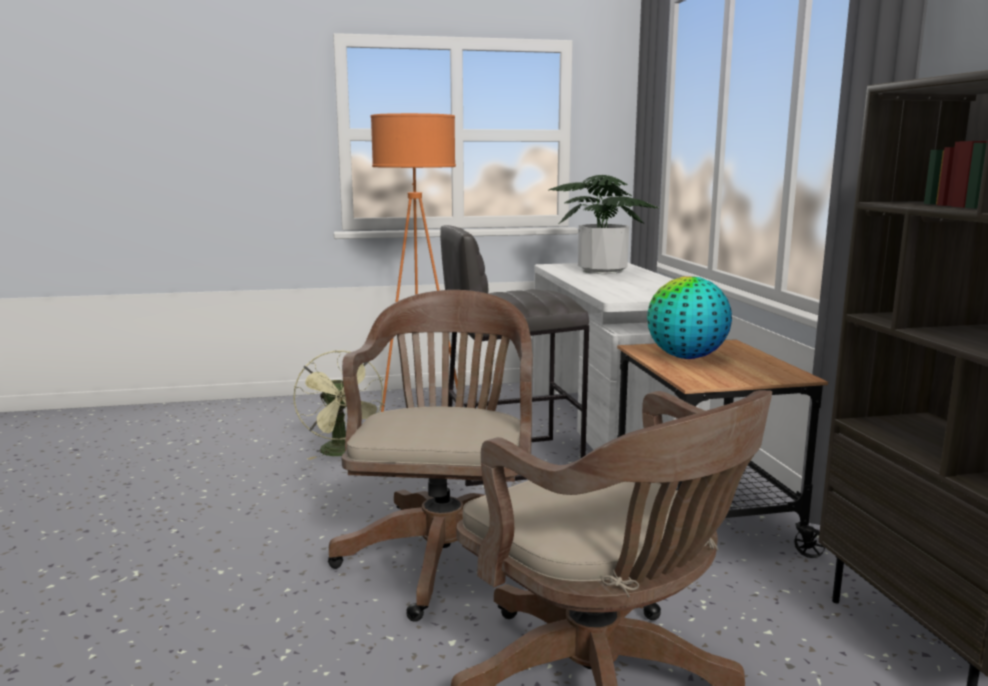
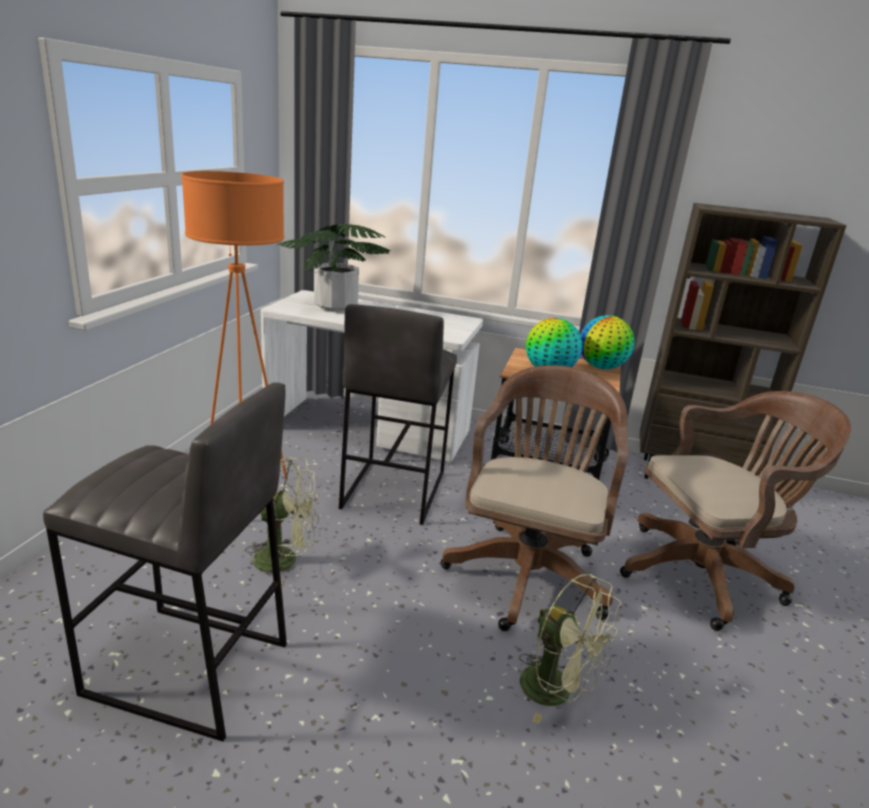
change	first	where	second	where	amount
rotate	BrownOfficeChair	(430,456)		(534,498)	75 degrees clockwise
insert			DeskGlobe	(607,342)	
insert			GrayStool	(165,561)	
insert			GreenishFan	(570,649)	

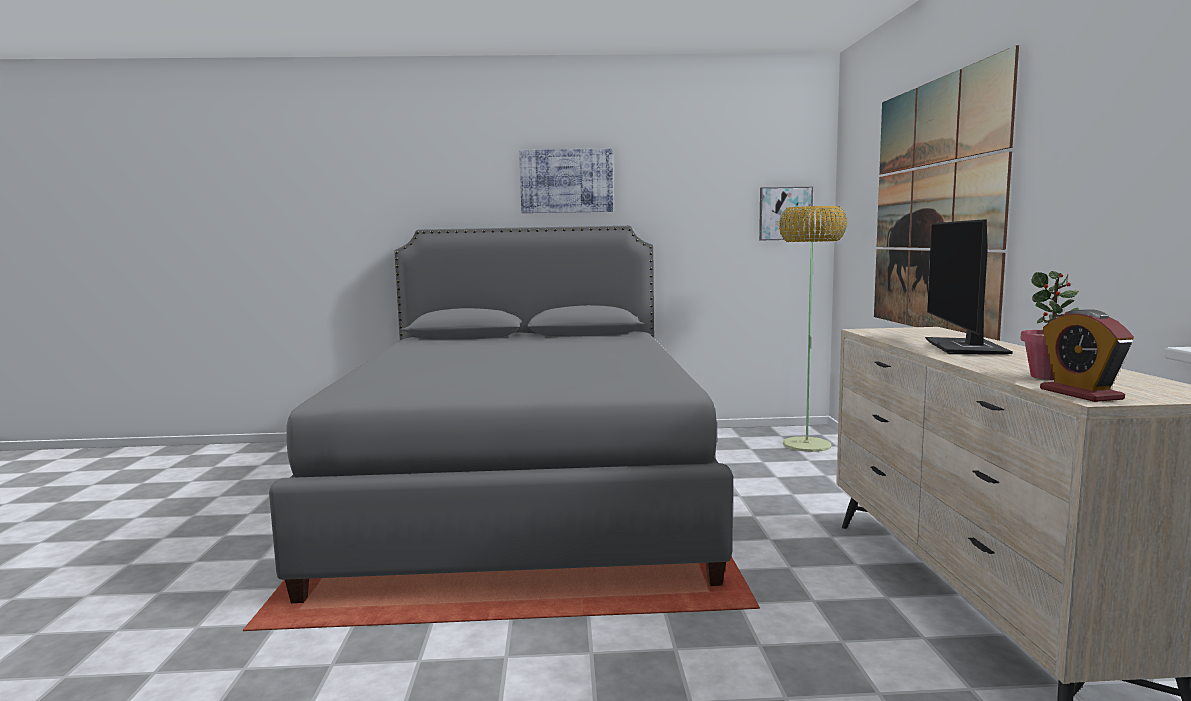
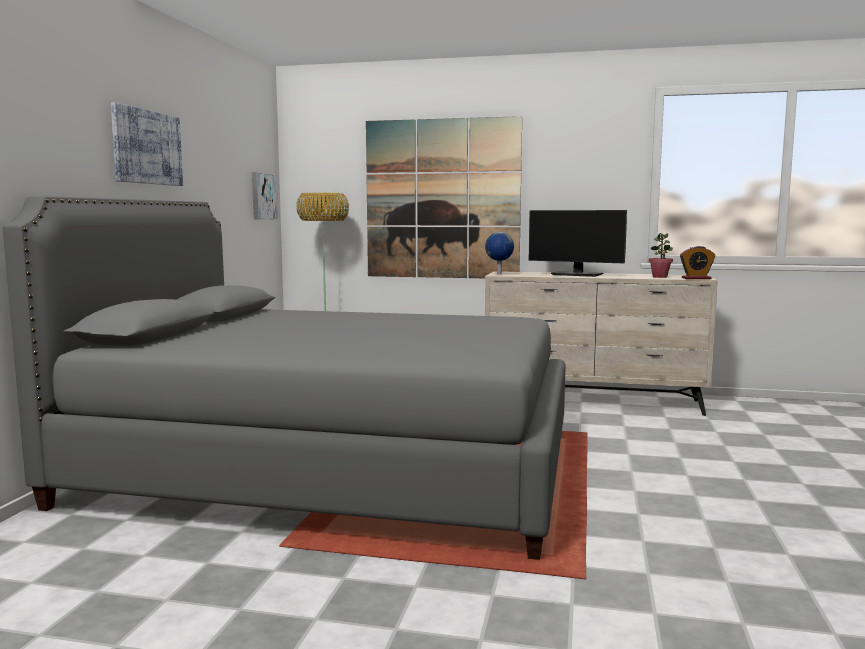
change	first	where	second	where	amount
insert			DeskGlobe	(499,253)	

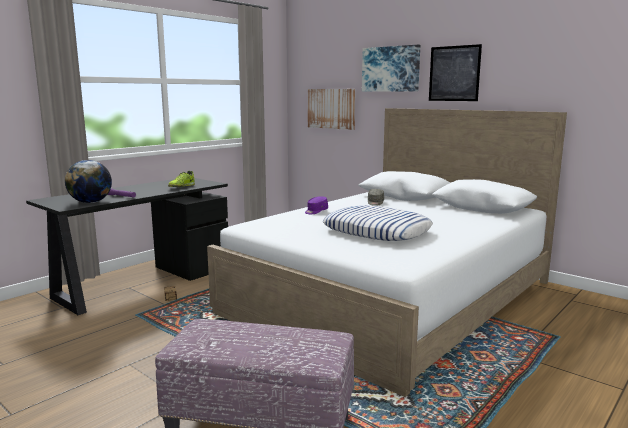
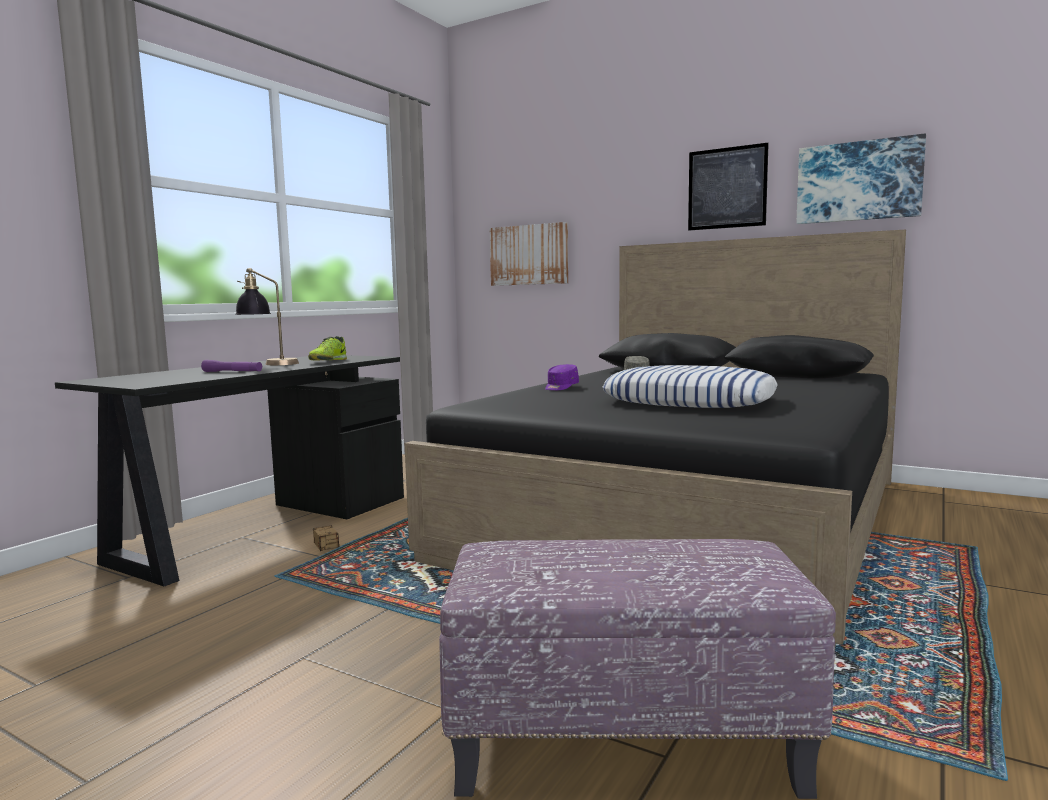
change	first	where	second	where	amount
move	Picture	(391,68)		(861,178)	
recolor	WhiteBedroomBed	(387,252)	BlackColouredBedroomBed	(655,437)	
delete	DeskGlobe	(88,181)			
insert			TableLamp	(267,316)	

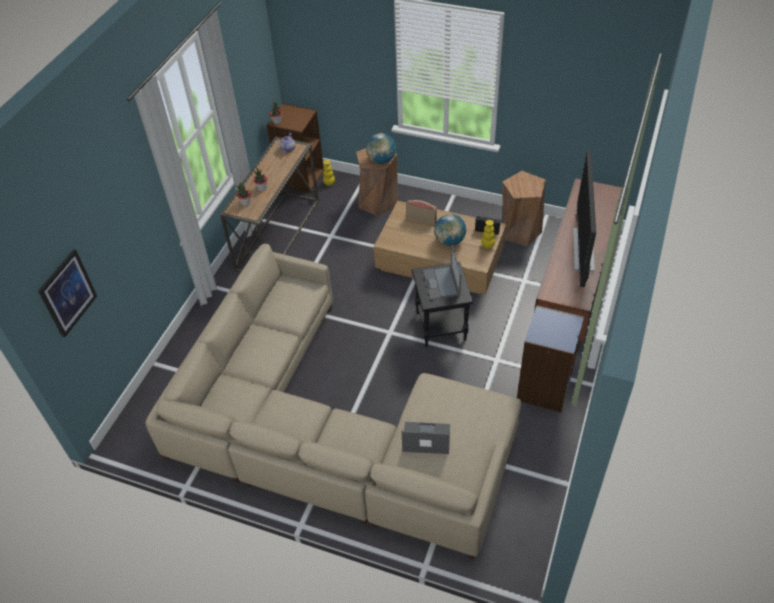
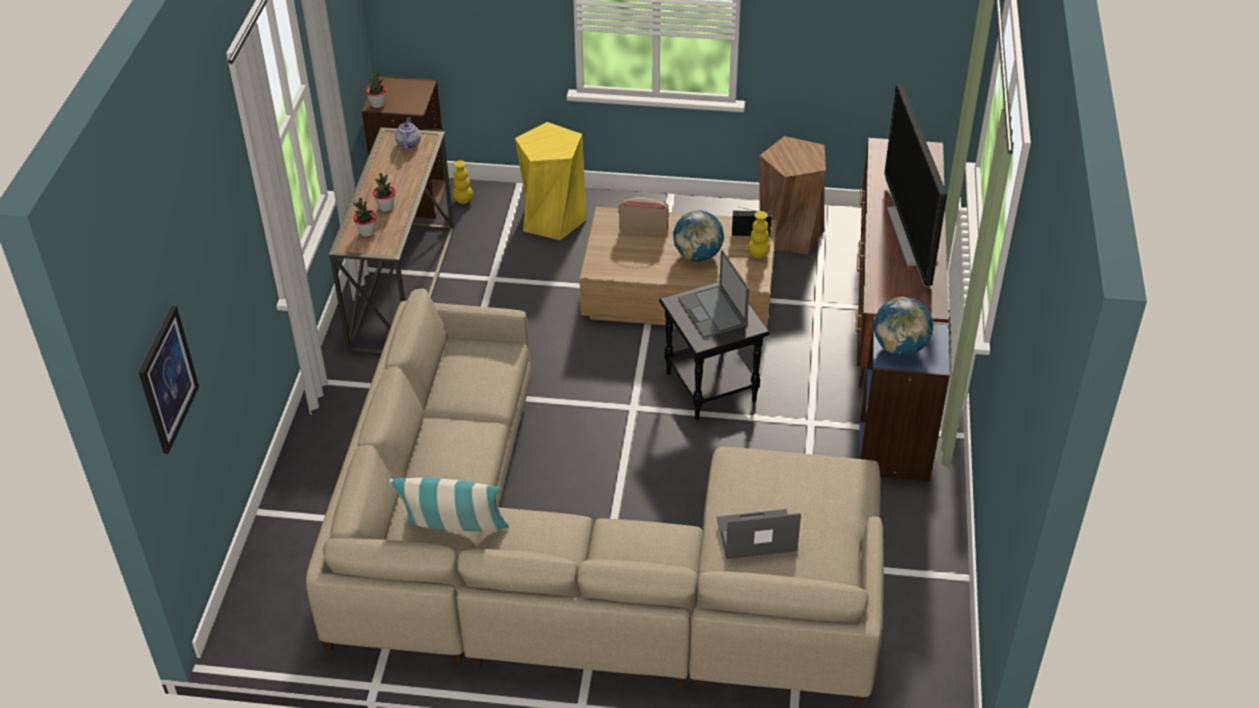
change	first	where	second	where	amount
move	DeskGlobe	(381,148)		(903,326)	
recolor	BrownStool	(377,182)	YellowColouredStool	(551,181)	
insert			ThrowPillow	(449,504)	

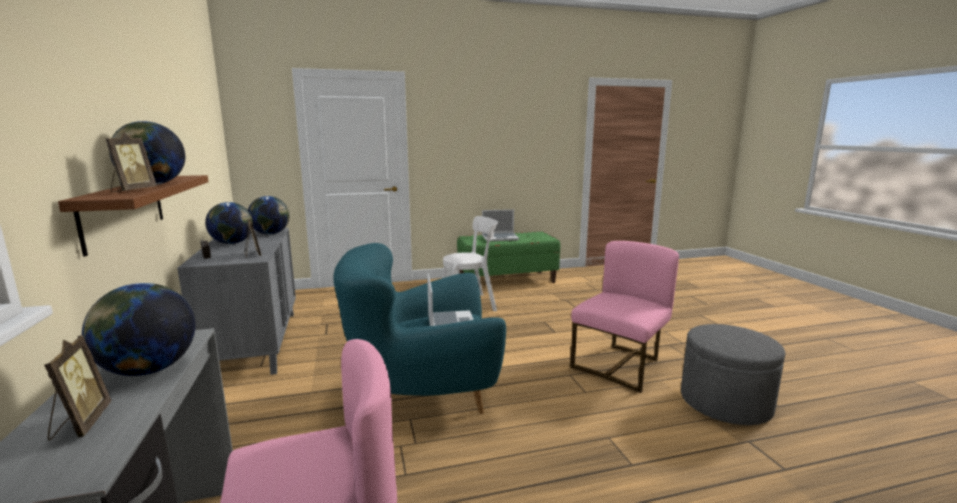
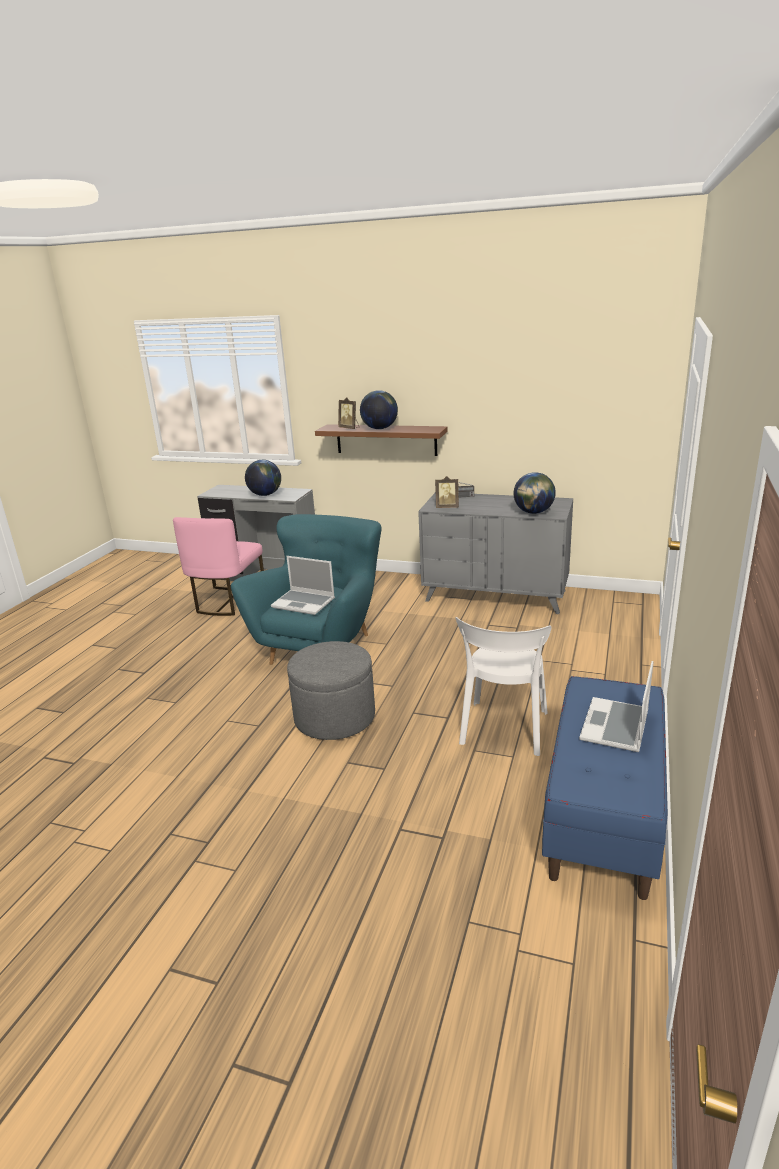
change	first	where	second	where	amount
delete	DeskGlobe	(229,223)			
recolor	GreenishIndoorBench	(508,257)	BlueIndoorBench	(605,788)	
delete	PinkColouredChair	(624,317)			
move	GrayFootrest	(733,374)		(331,690)	
delete	PictureFrame	(77,388)			

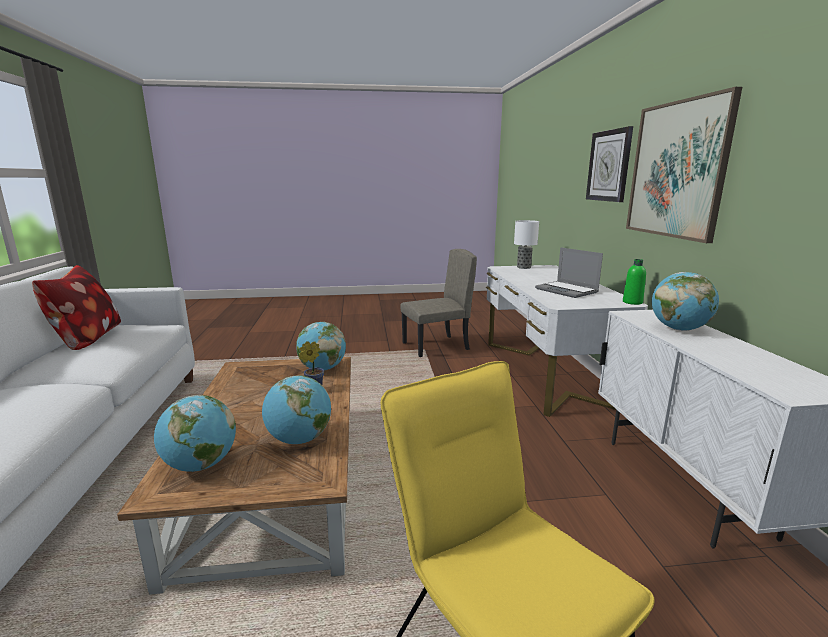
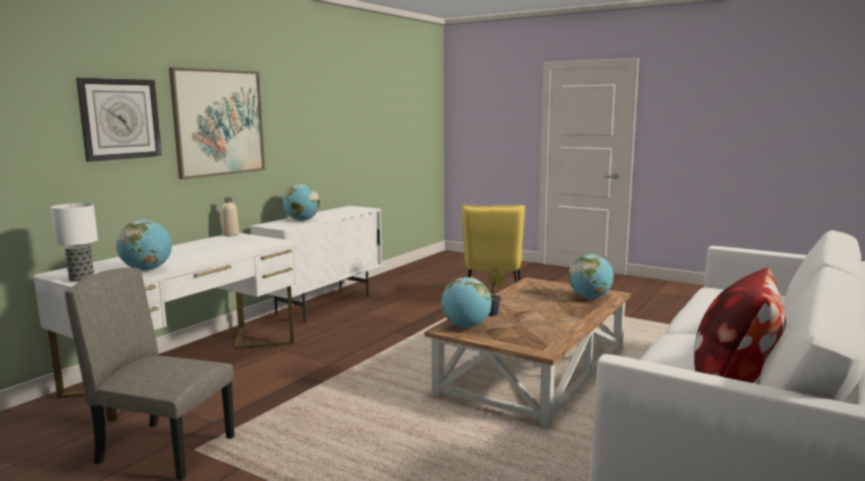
change	first	where	second	where	amount
delete	PortableComputer	(569,272)			
recolor	GreenishBeverageBottle	(634,282)	BeigeBeverageBottle	(230,216)	
move	DeskGlobe	(296,409)		(144,245)	

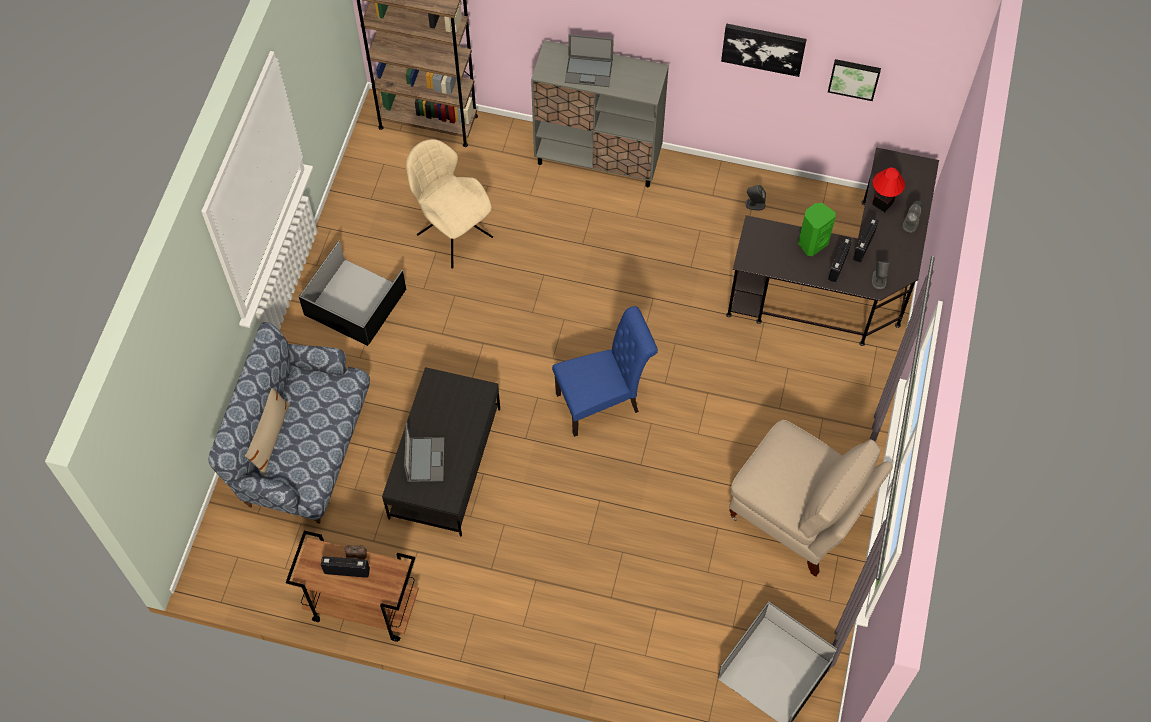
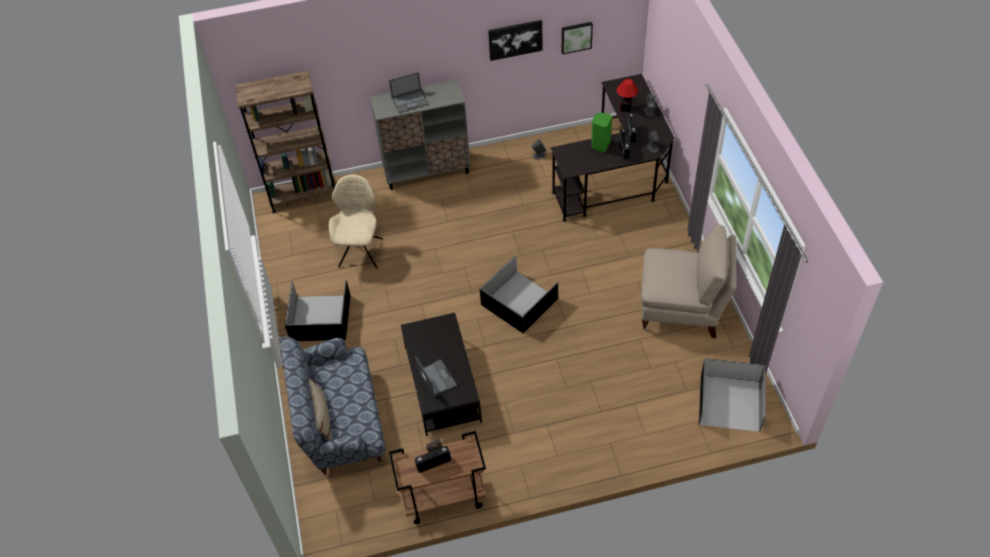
change	first	where	second	where	amount
rotate	BeigeChair	(449,203)		(356,222)	75 degrees clockwise
replace	BlueChair	(605,371)	BlackColouredStorageContainer	(519,294)	

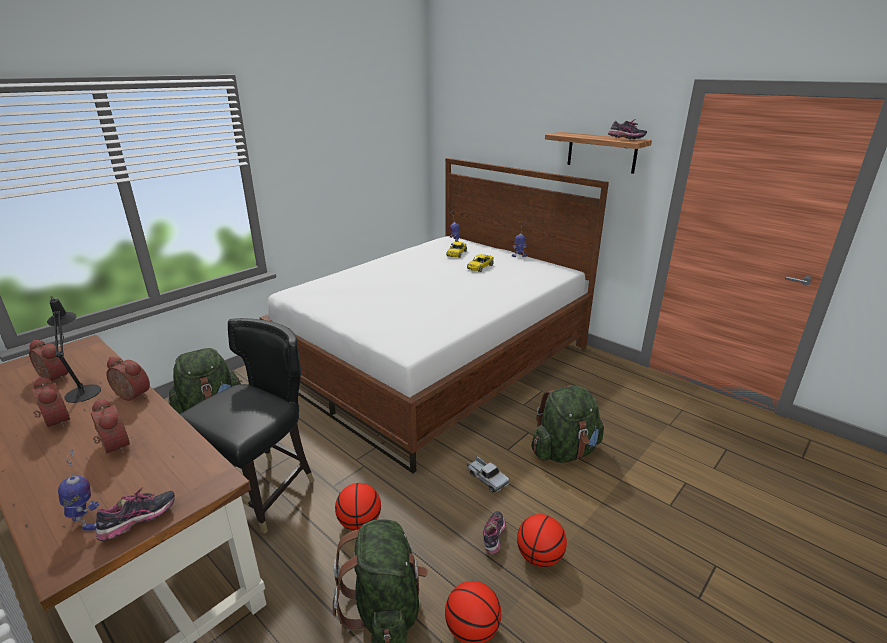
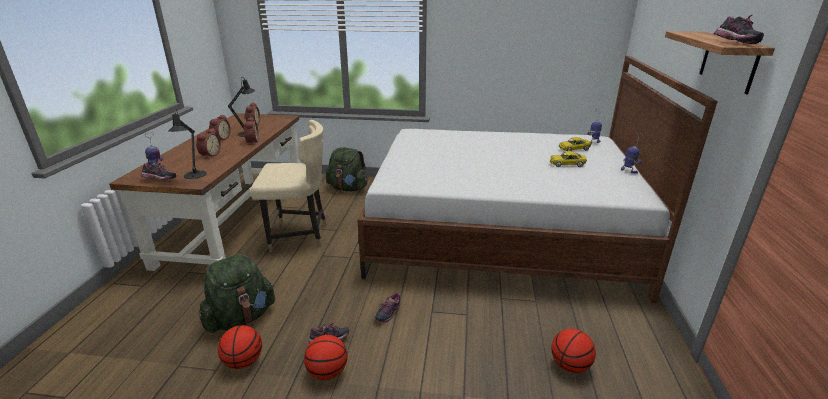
change	first	where	second	where	amount
recolor	BlackColouredChair	(247,426)	BeigeChair	(288,186)	
delete	GreenishRucksack	(567,424)			
replace	ToyTruck	(488,474)	ItemOfFootwear	(387,308)	
move	BallForBasketball	(358,507)		(573,351)	
insert			BlackColouredTableLamp	(187,144)	

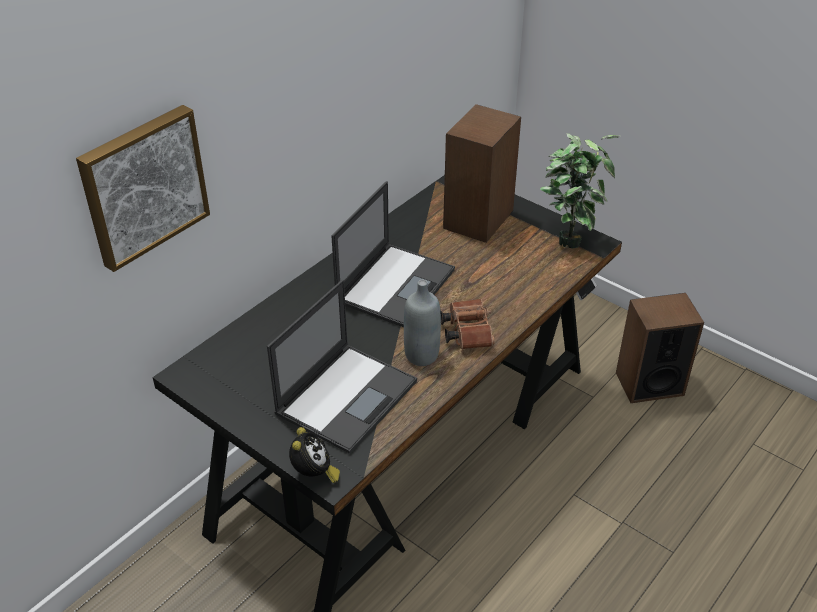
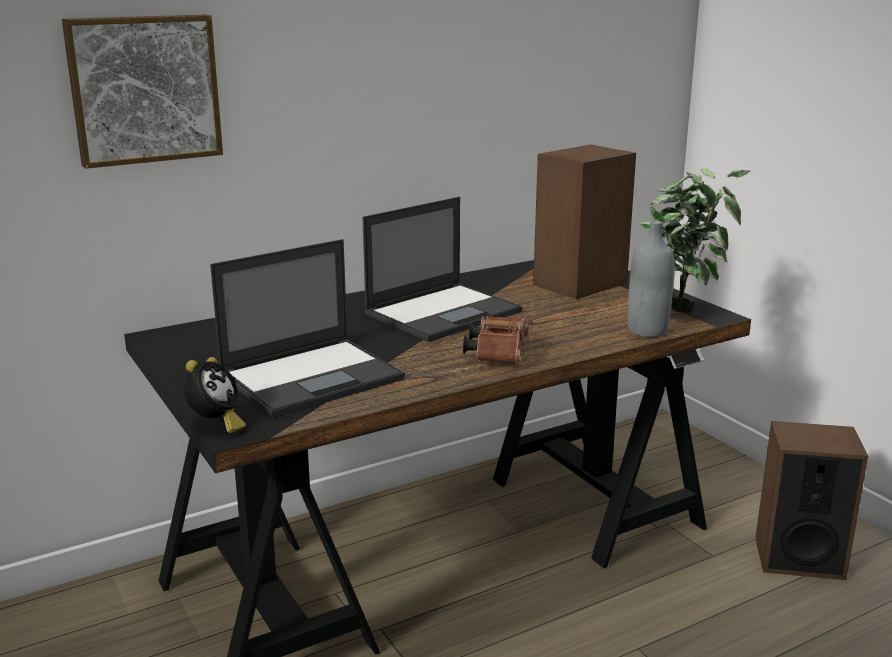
change	first	where	second	where	amount
move	GrayBeverageBottle	(422,323)		(651,279)	

